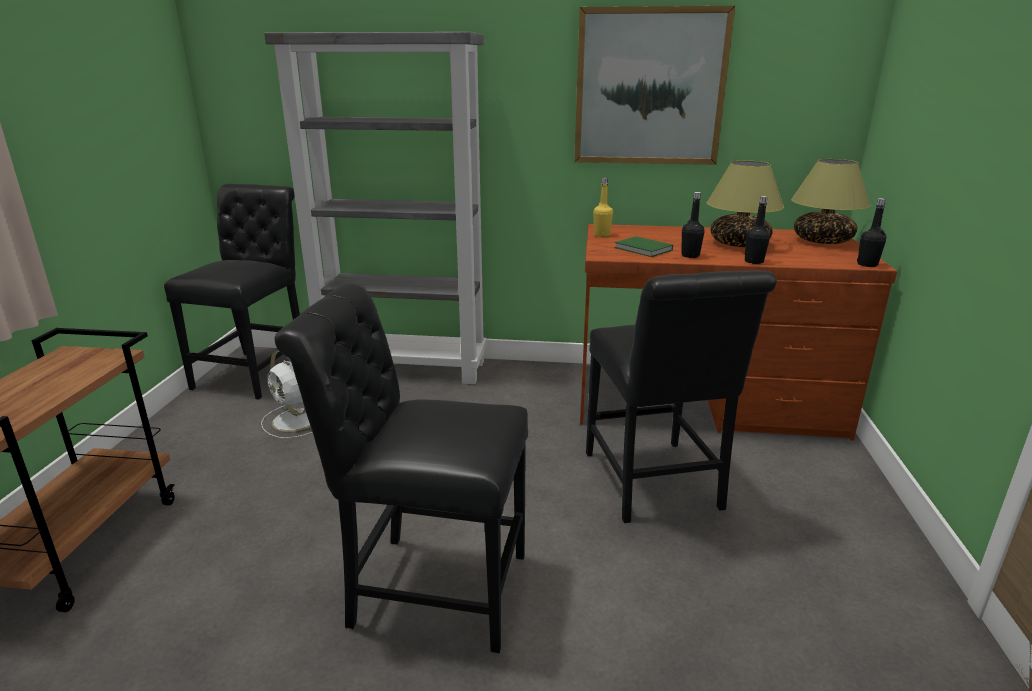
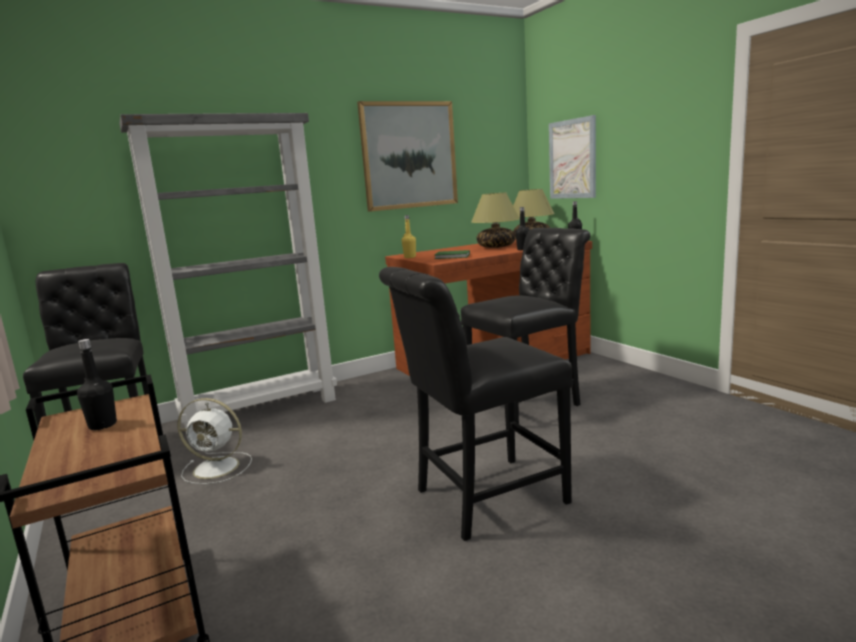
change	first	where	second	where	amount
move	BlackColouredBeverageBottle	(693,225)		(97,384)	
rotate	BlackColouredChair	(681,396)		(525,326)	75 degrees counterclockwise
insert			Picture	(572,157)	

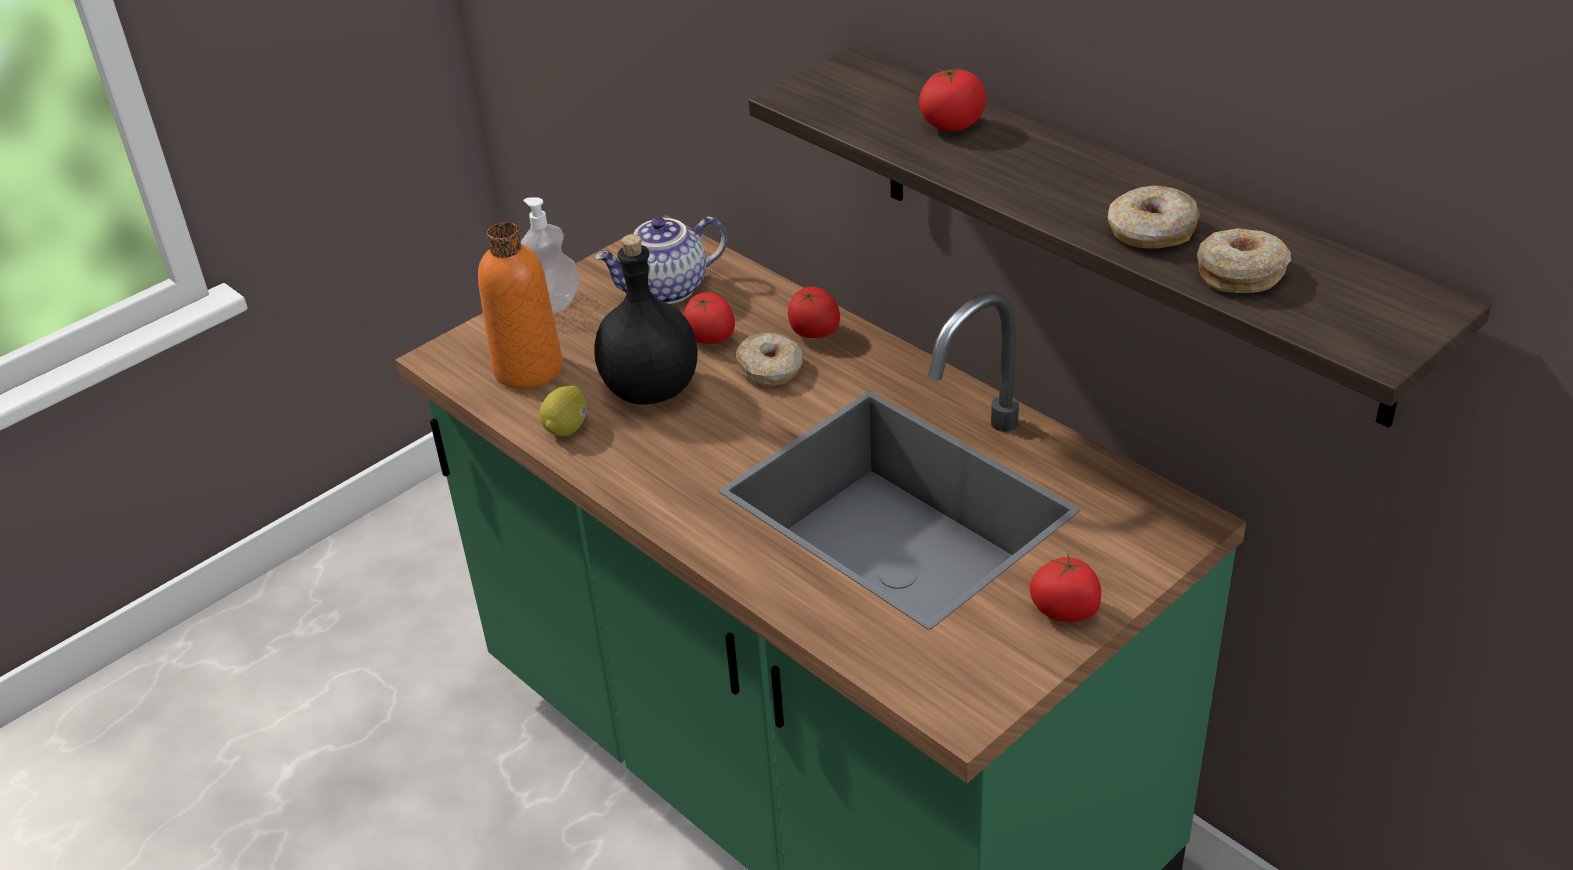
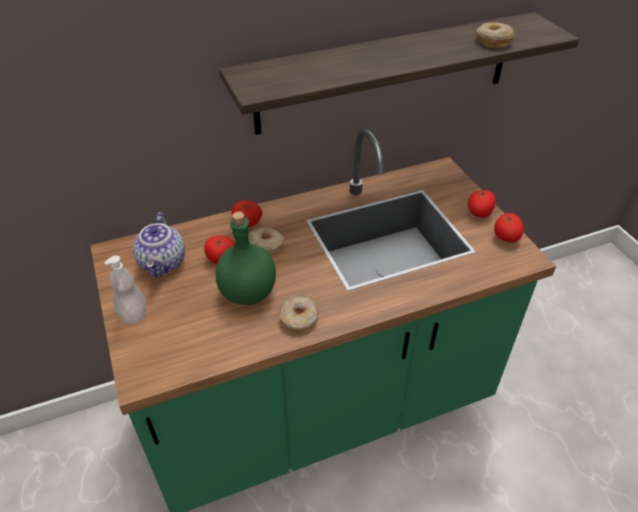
change	first	where	second	where	amount
move	Tomato	(952,99)		(509,227)	
move	Donut	(1153,217)		(299,312)	
delete	OrangeColouredBeverageBottle	(520,305)			
recolor	BlackColouredBeverageBottle	(646,319)	GreenishBeverageBottle	(246,258)	
delete	Lemon	(563,410)			

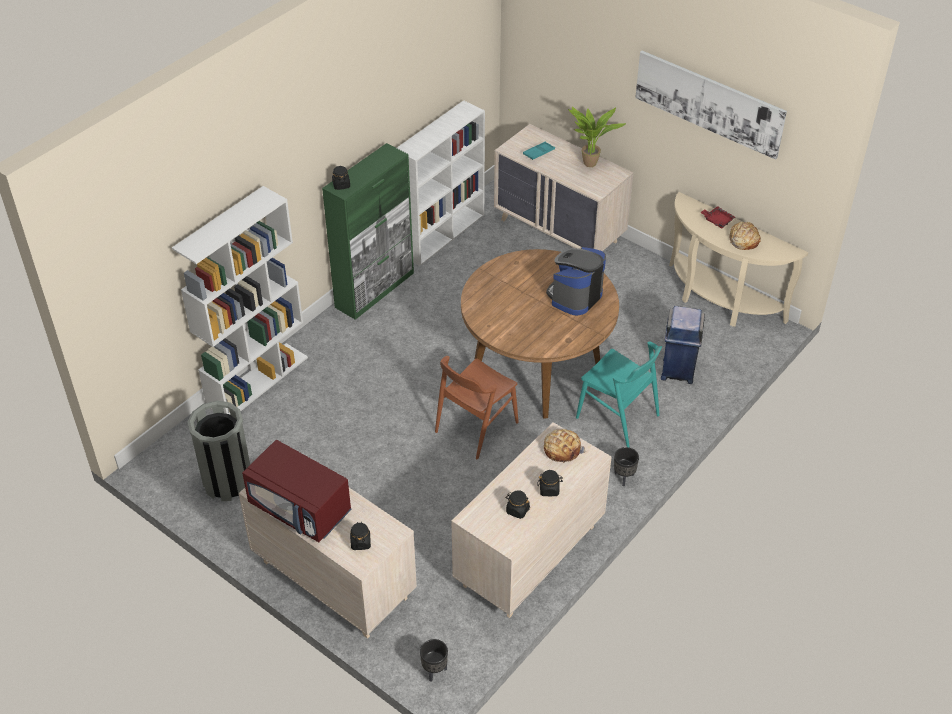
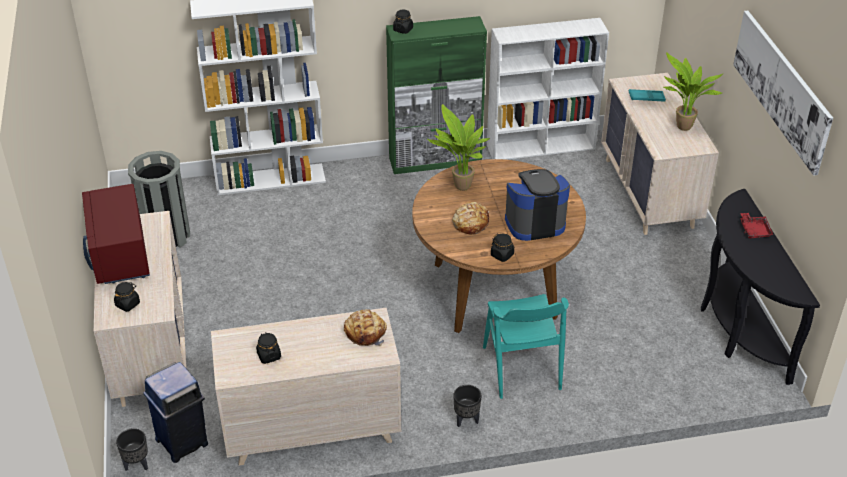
change	first	where	second	where	amount
recolor	BeigeHallTable	(738,259)	BlackColouredHallTable	(760,287)	
move	BakeryBread	(745,236)		(470,218)	
move	BlueWasteBin	(683,345)		(175,412)	
delete	BrownChair	(477,407)			
move	BlackColouredPreserveJar	(550,483)		(502,248)	
insert			Houseplant	(458,147)	

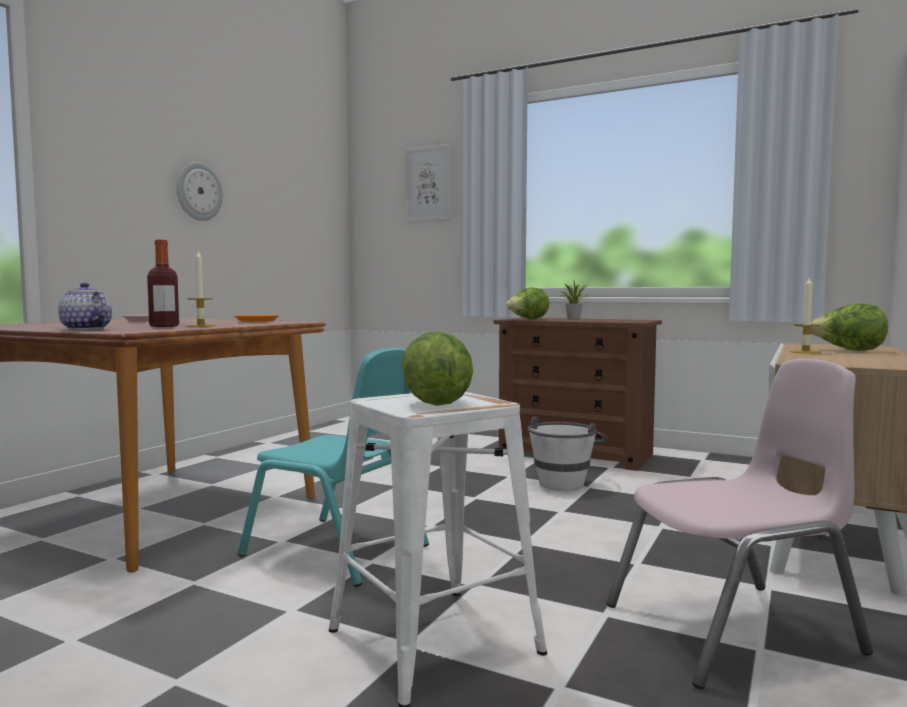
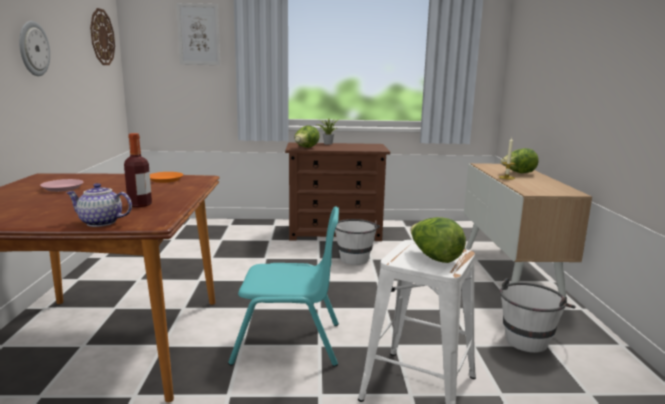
change	first	where	second	where	amount
delete	Candle	(201,288)			
replace	PinkColouredChair	(739,524)	WhiteWaterBucket	(538,315)	
insert			ClockOnTheWall	(102,36)	

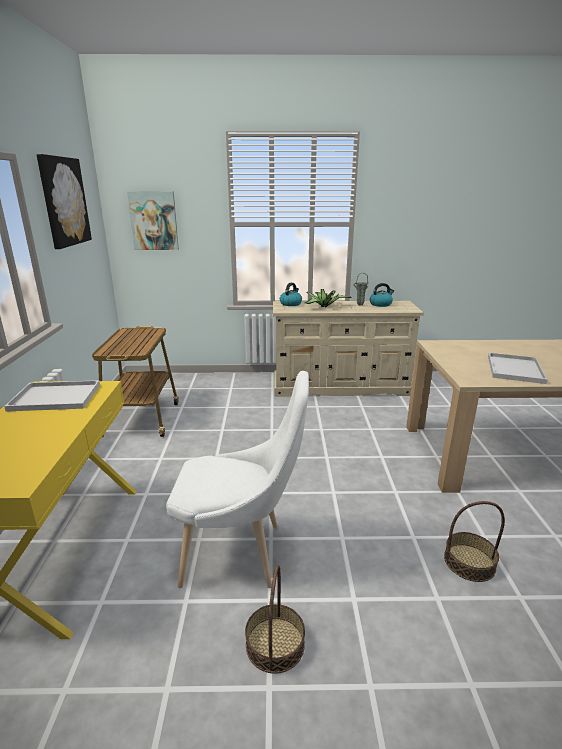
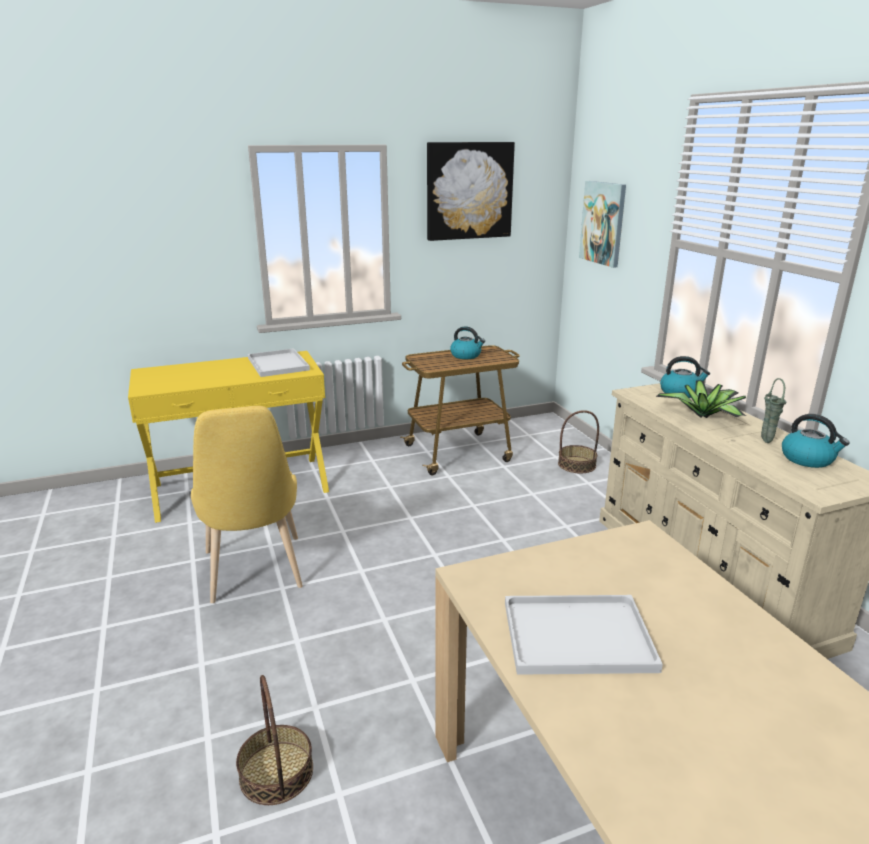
change	first	where	second	where	amount
recolor	WhiteChair	(237,479)	YellowColouredChair	(247,504)	
move	Basket	(275,619)		(578,441)	
insert			WaterKettle	(467,342)	

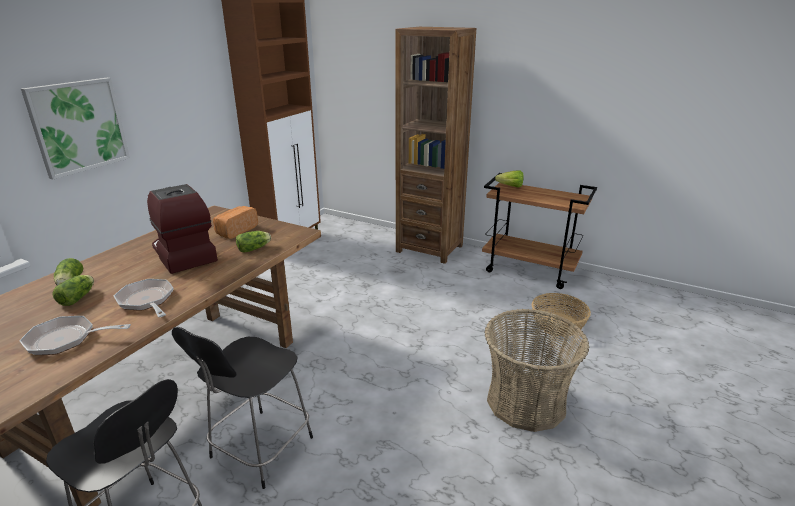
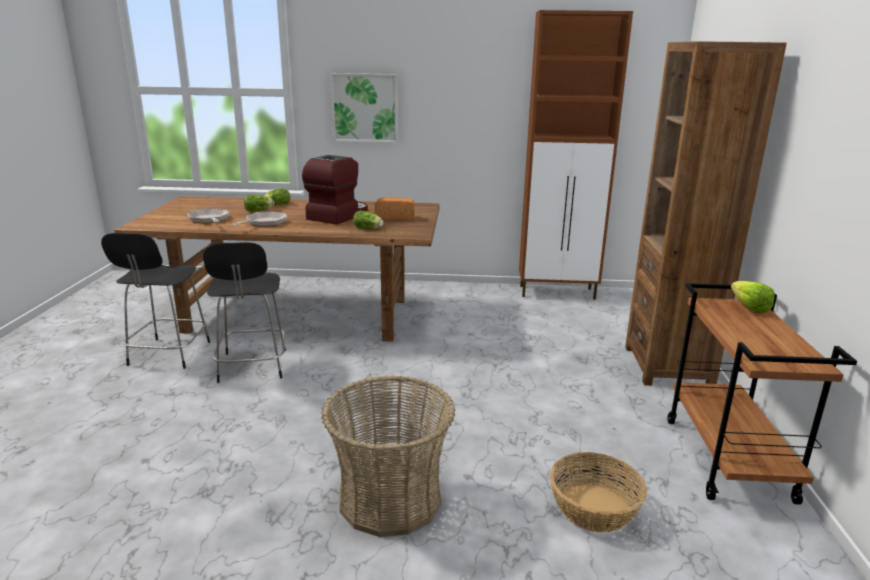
change	first	where	second	where	amount
rotate	BlackColouredChair	(242,408)		(244,312)	105 degrees counterclockwise

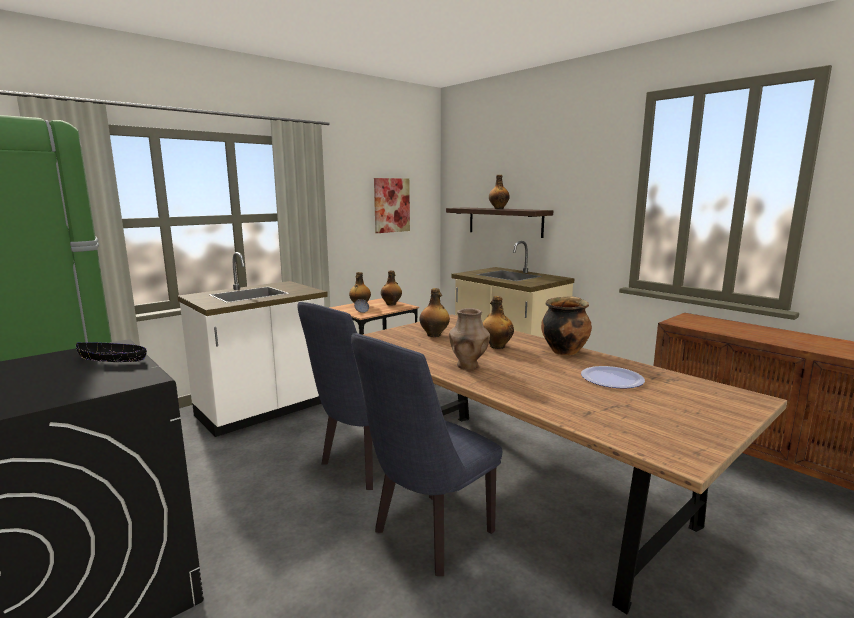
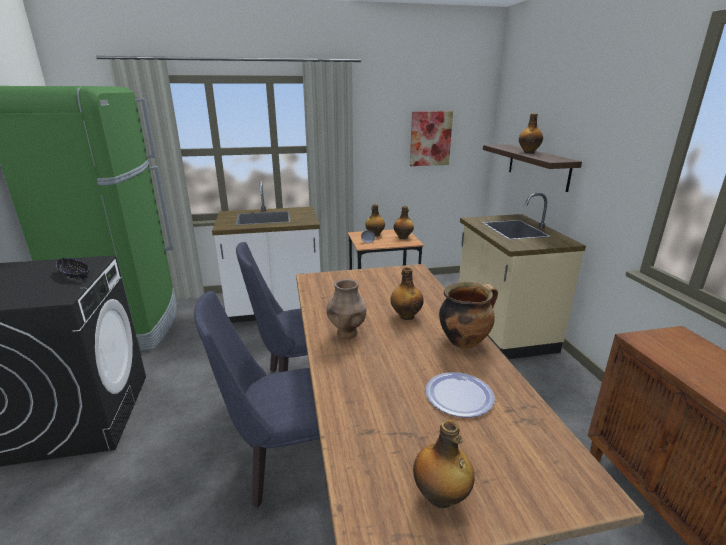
change	first	where	second	where	amount
move	BeverageBottle	(434,312)		(443,464)	

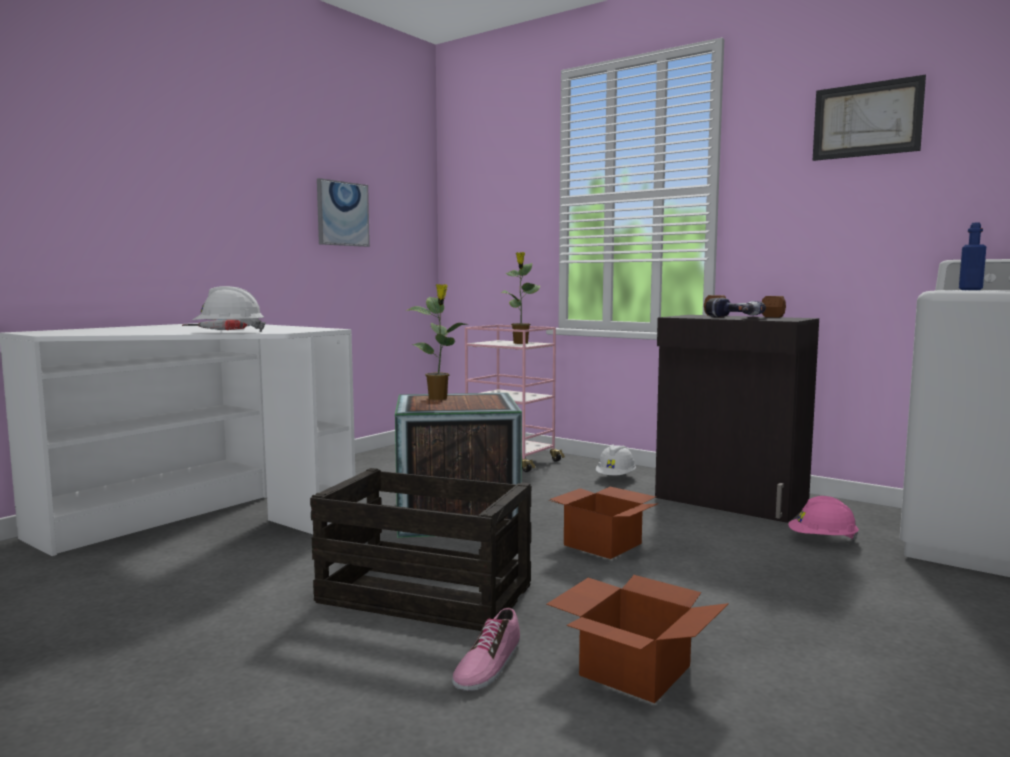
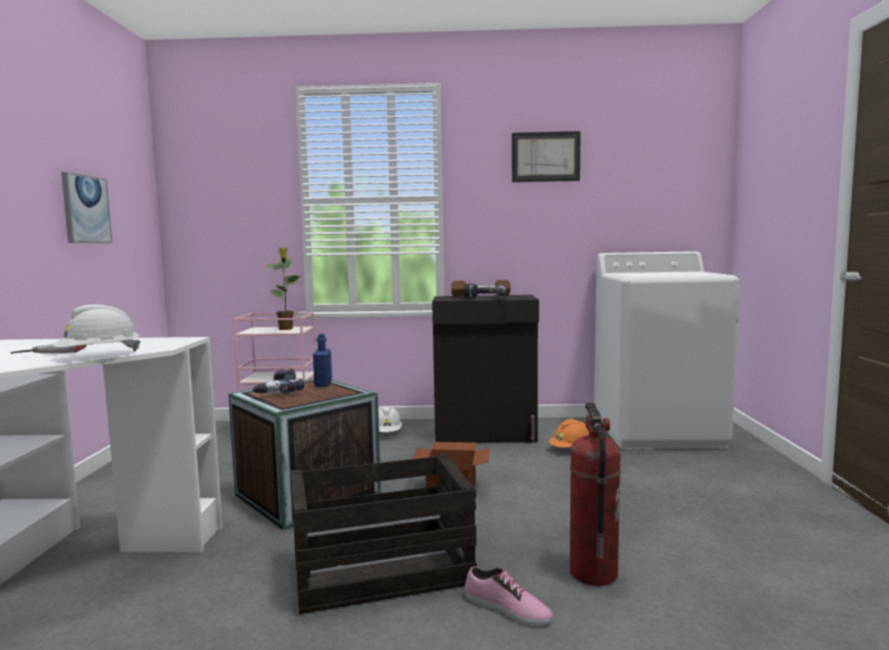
change	first	where	second	where	amount
move	BlueBeverageBottle	(972,256)		(322,360)	
replace	Houseplant	(436,342)	Drill	(278,381)	
recolor	PinkColouredSafetyHelmet	(823,518)	OrangeColouredSafetyHelmet	(569,433)	
replace	CardboardBox	(638,639)	FireExtinguisher	(595,494)	
rotate	ItemOfFootwear	(486,649)		(509,596)	45 degrees counterclockwise

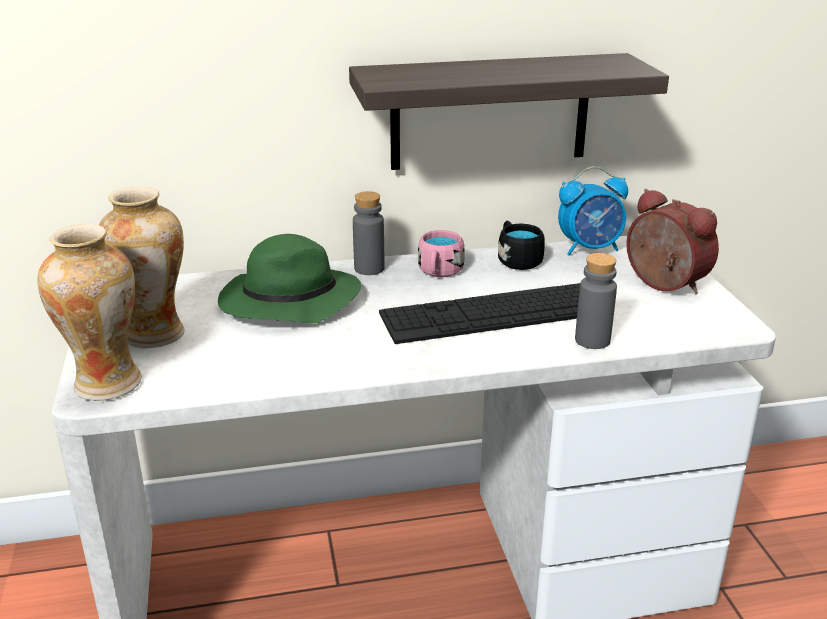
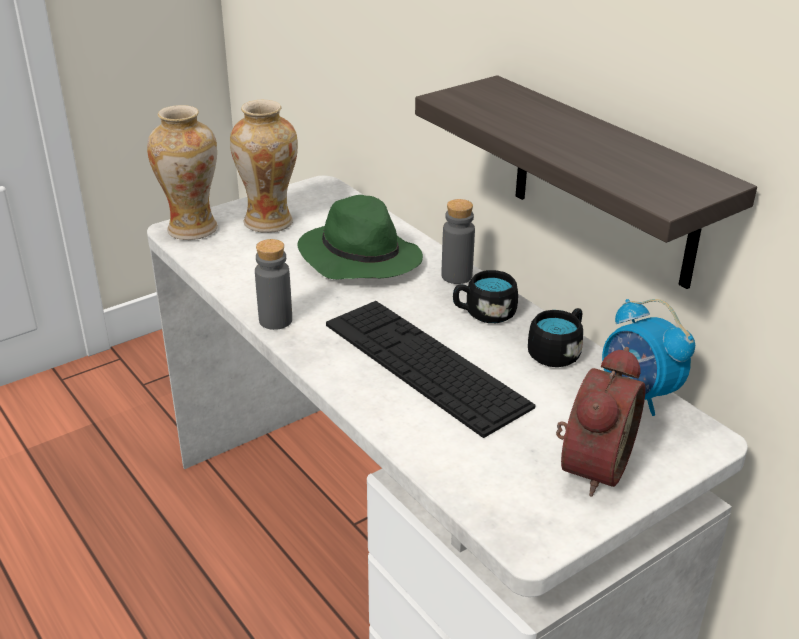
change	first	where	second	where	amount
recolor	PinkColouredMug	(441,253)	BlackColouredMug	(485,296)	
move	GrayBeverageBottle	(596,301)		(273,284)	

